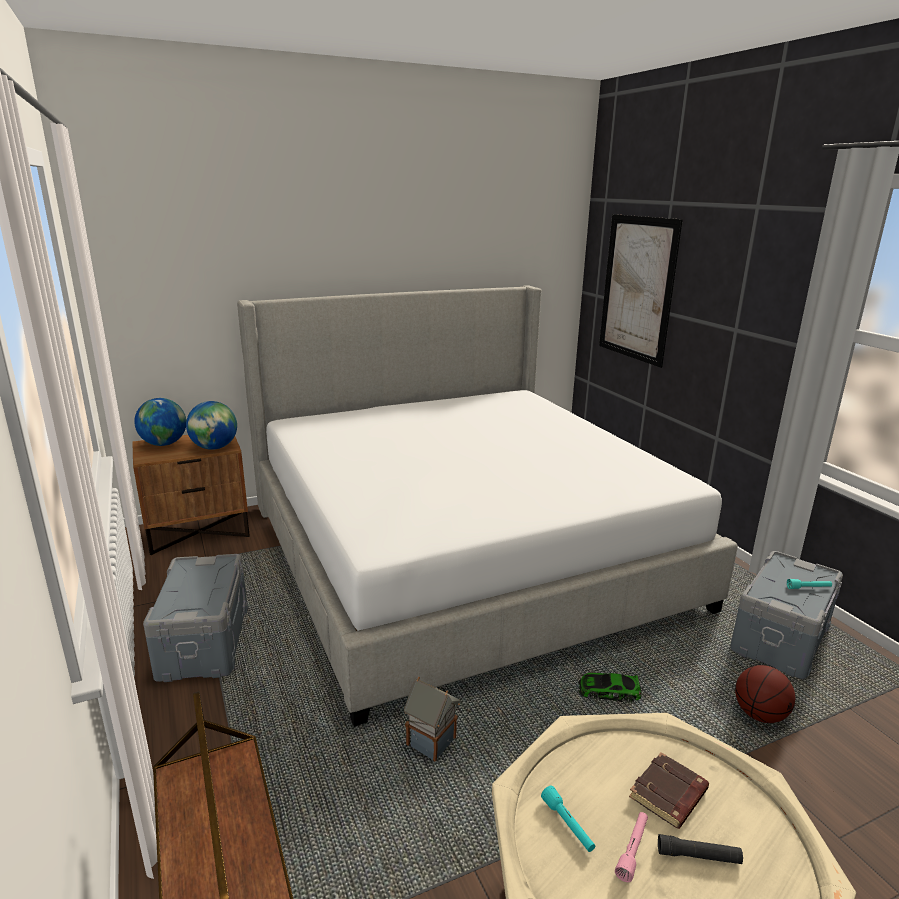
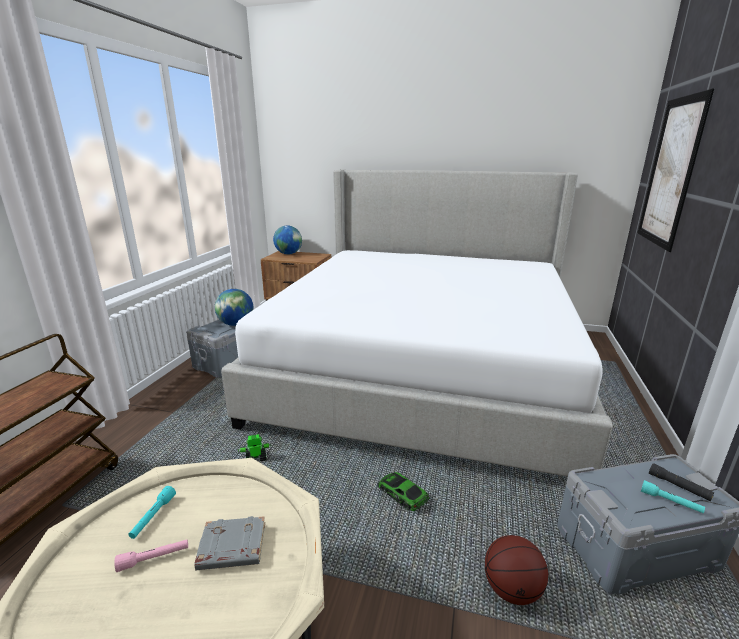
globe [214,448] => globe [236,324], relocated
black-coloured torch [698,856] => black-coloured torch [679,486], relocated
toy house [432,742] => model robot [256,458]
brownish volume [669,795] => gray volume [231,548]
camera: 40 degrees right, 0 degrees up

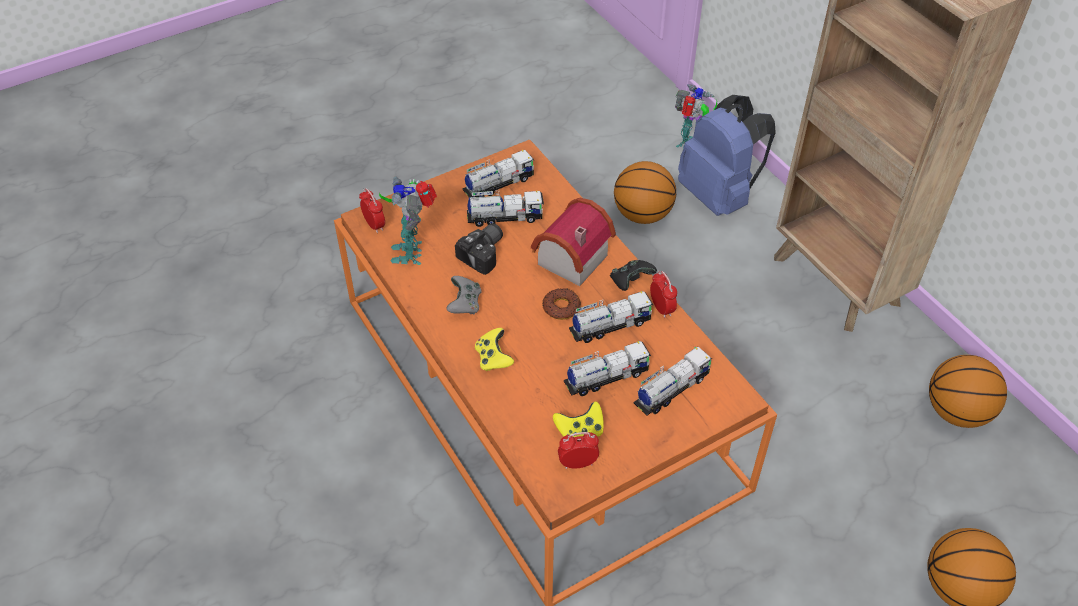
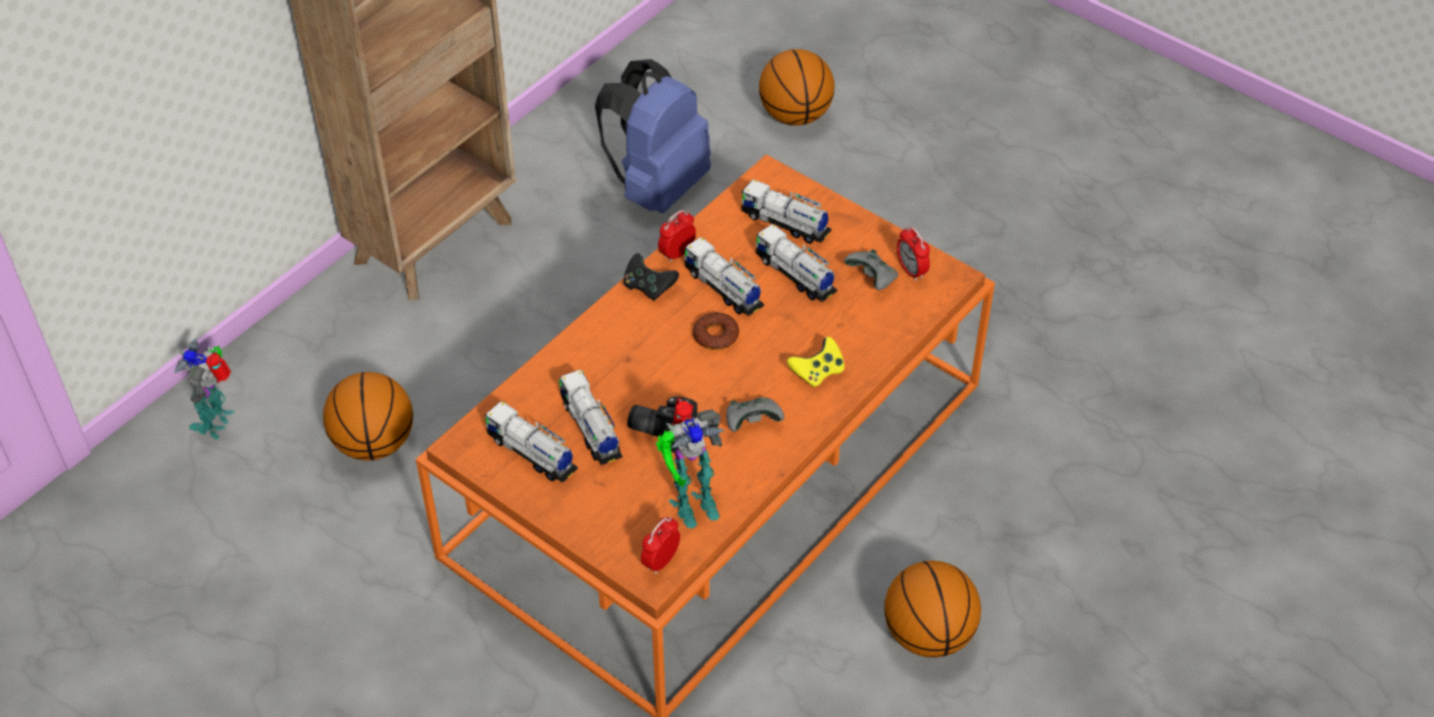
toy house [567,259] => nothing
blue rucksack [719,196] => blue rucksack [657,186], relocated
ball for basketball [956,411] => ball for basketball [928,635], relocated
yellow-coloured game controller [580,431] => gray game controller [872,279]
camera: 110 degrees left, 0 degrees up

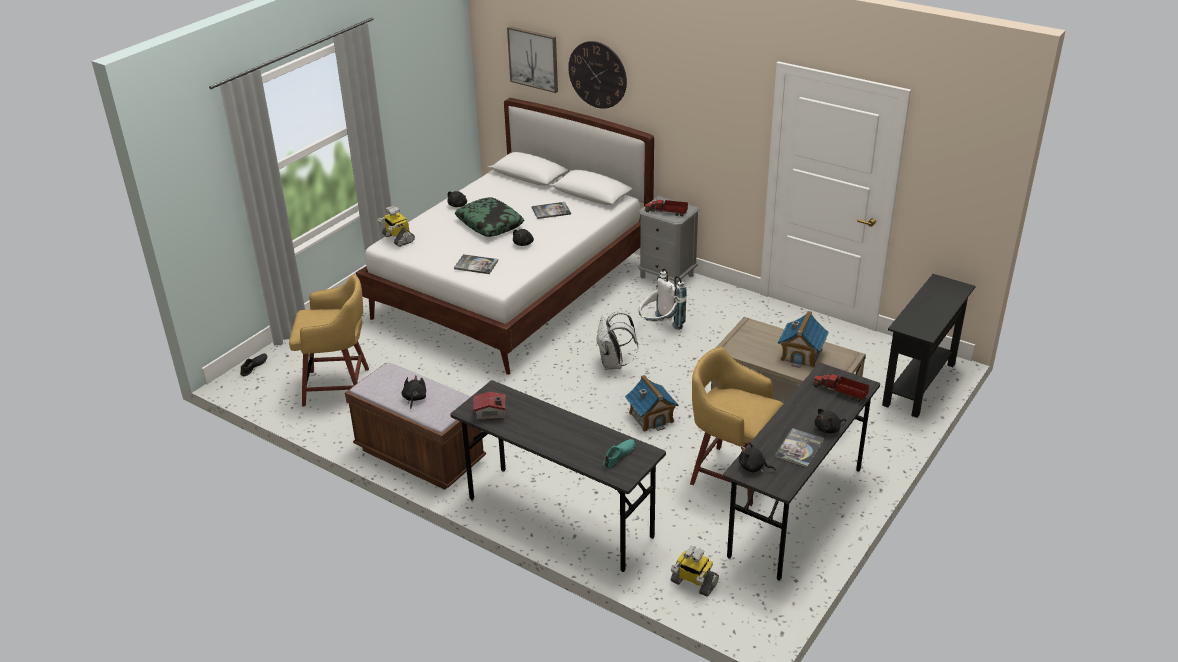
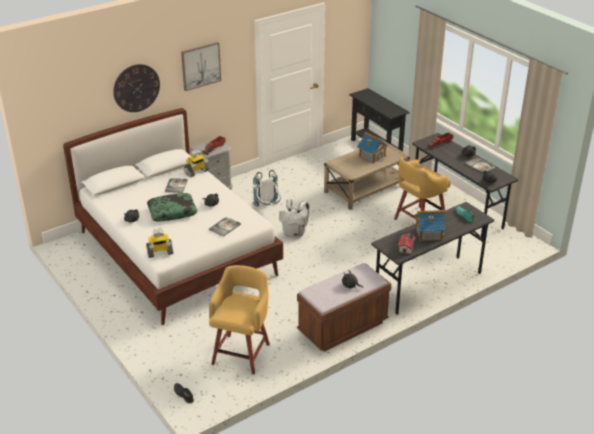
wall art [533,59] => wall art [200,66], relocated
toy house [651,417] => toy house [428,234], relocated
model robot [693,583] => model robot [196,172], relocated
camera: 70 degrees left, 0 degrees up

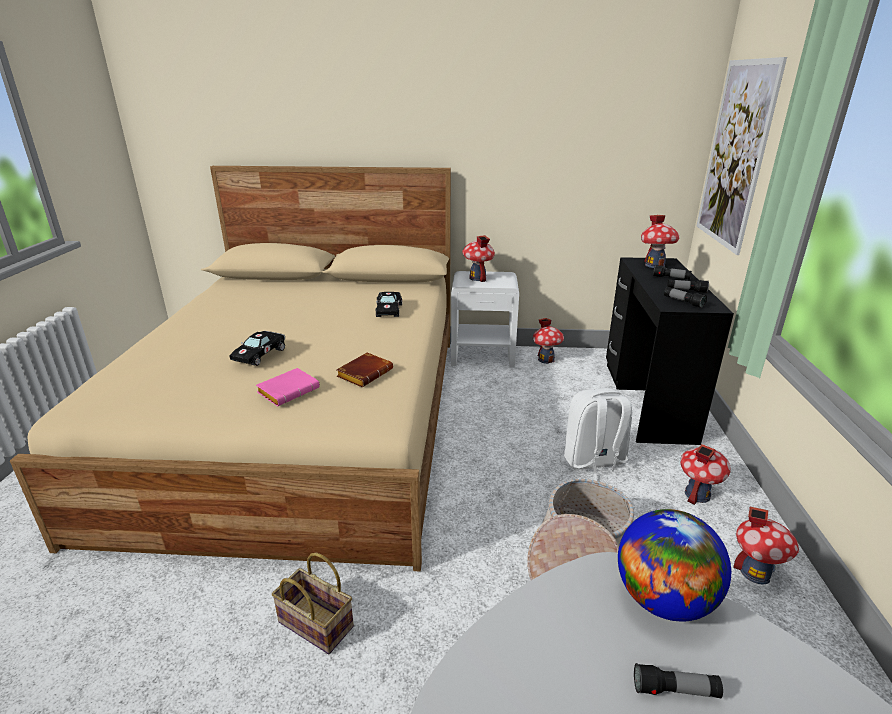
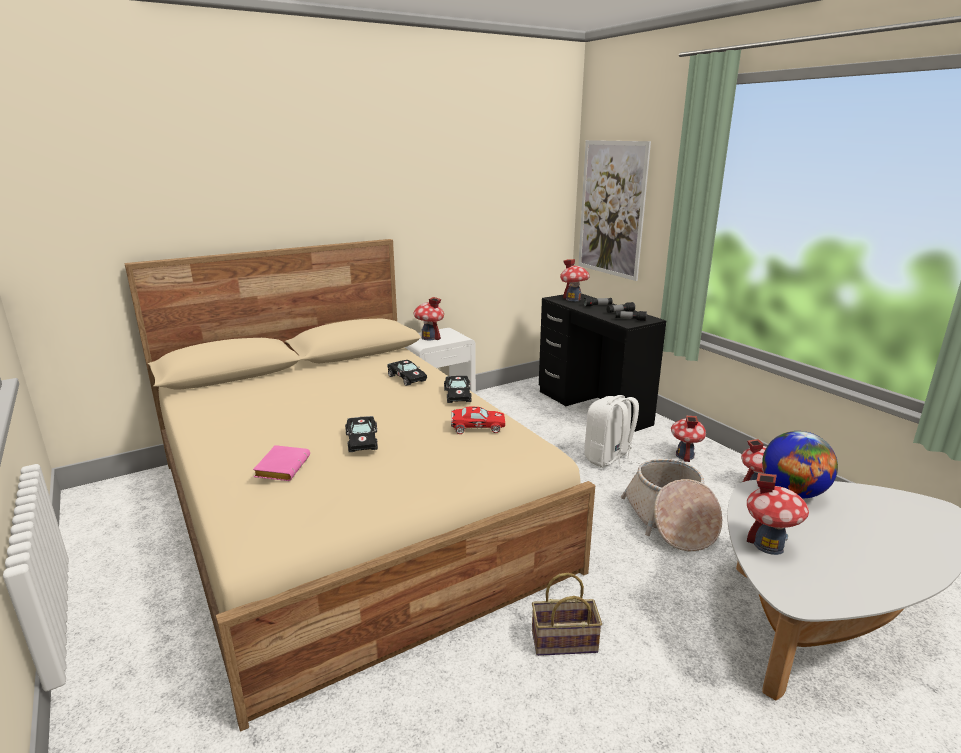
torch [675,690] => nothing
nothing => black-coloured model car [458,395]
pink volume [289,390] => pink volume [282,467], relocated
toy house [546,359] => toy house [768,545], relocated
brownish volume [365,373] => red model car [475,427]
camera: 35 degrees left, 5 degrees down

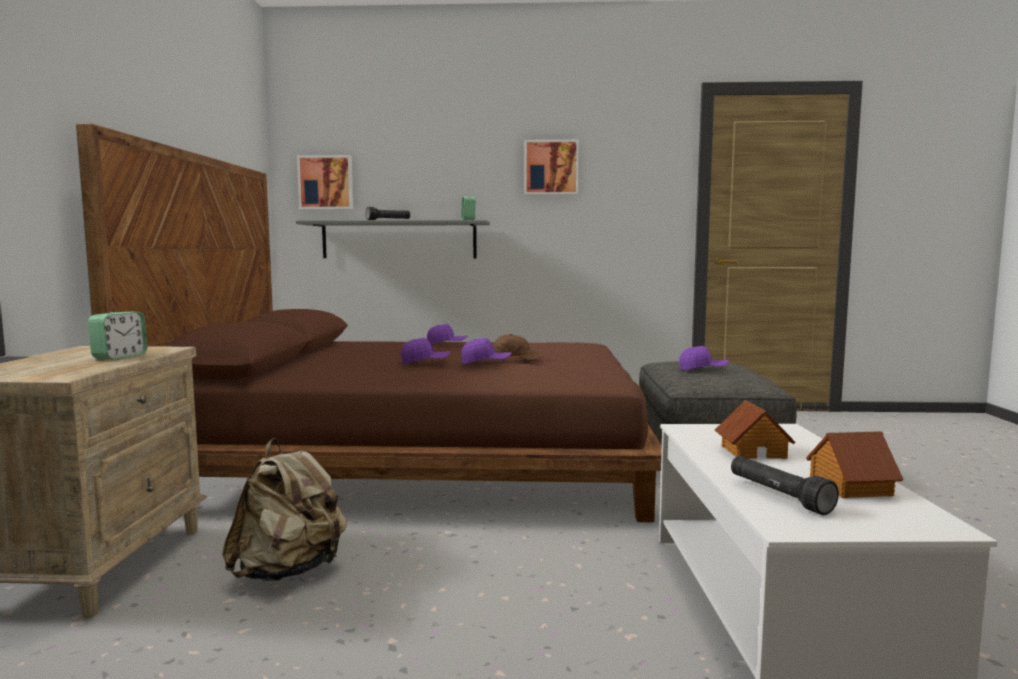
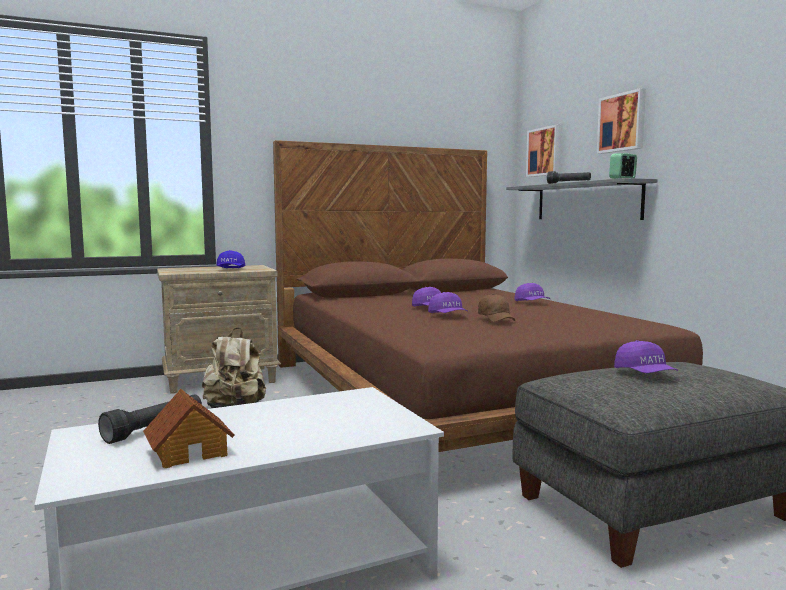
toy house [753,451] => nothing
wall art [551,168] => wall art [622,122], relocated
table clock [120,356] => blue cap [230,269]
camera: 65 degrees right, 0 degrees up

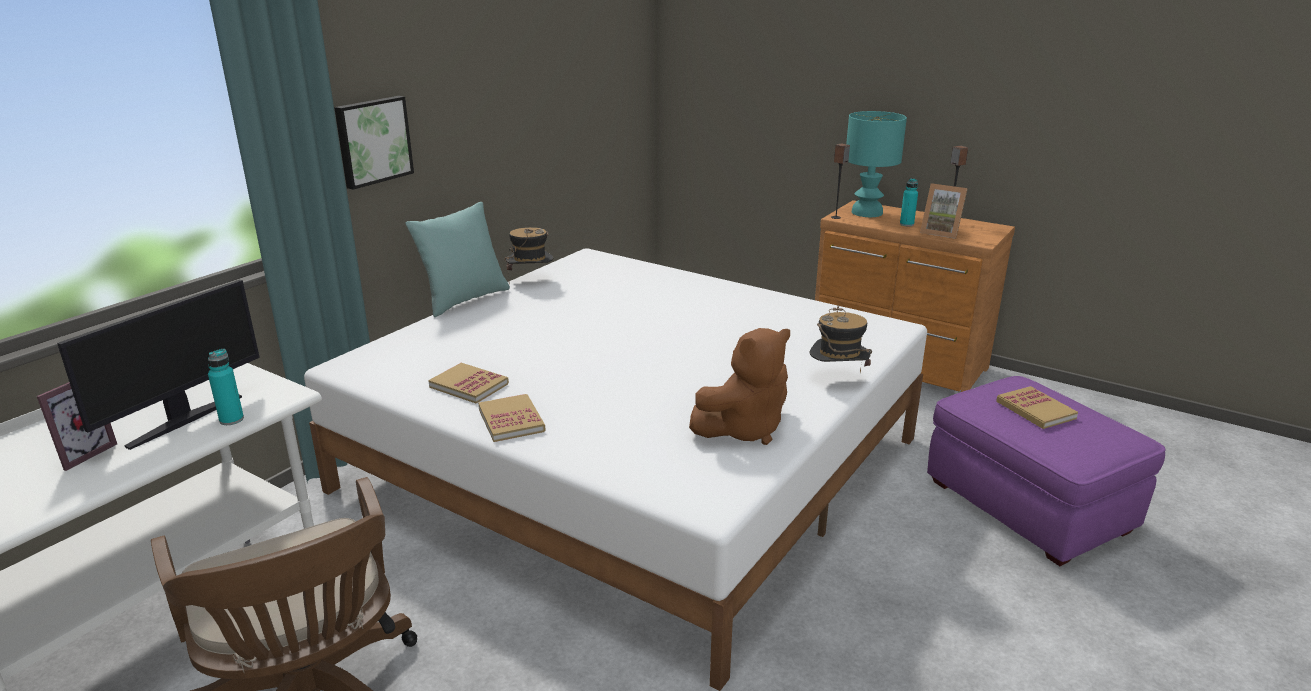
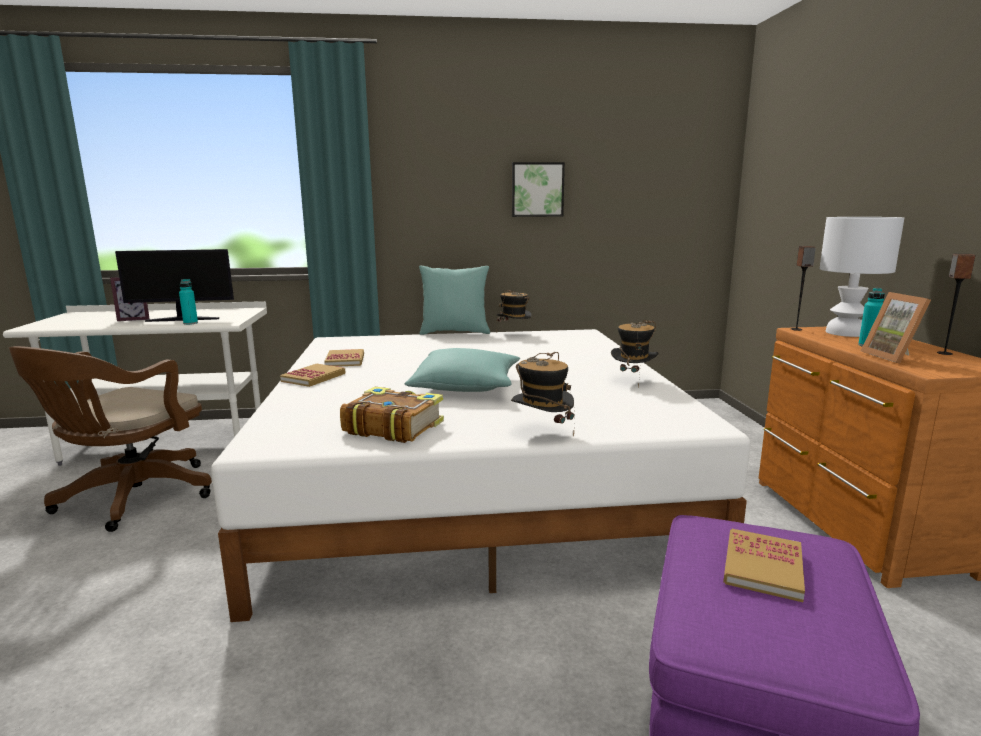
nothing => blue-green pillow [466,386]
nothing => clothing hat [633,380]
wall art [372,141] => wall art [537,189], relocated
brownish cuddly toy [743,429] => volume [392,427]
blue-green lamp for a table [867,212] => white-coloured lamp for a table [846,333]
camera: 50 degrees right, 10 degrees down

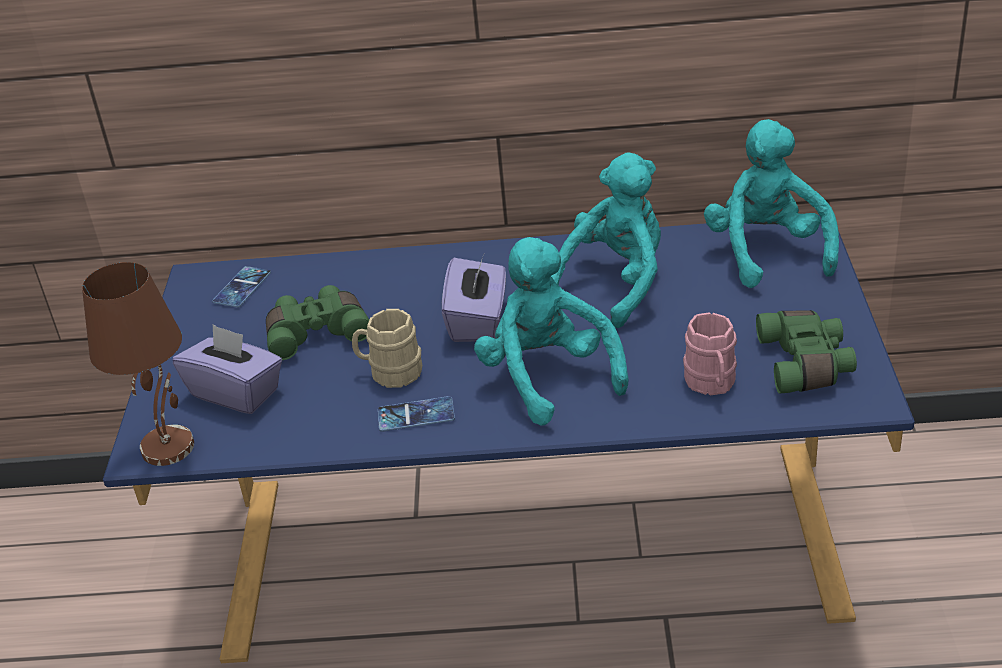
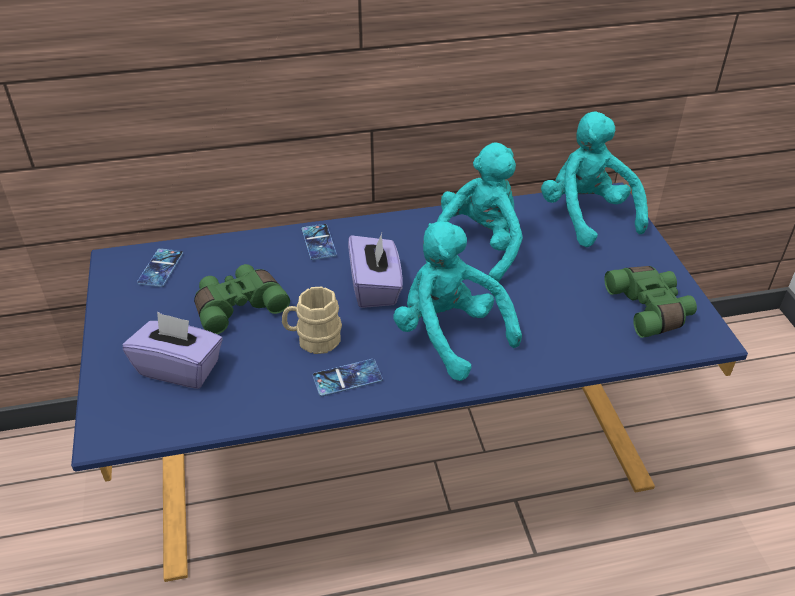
brownish lamp for a table [168,446] => nothing
pink coffee mug [711,384] => nothing
nothing => phone [318,242]
camera: 15 degrees left, 5 degrees up

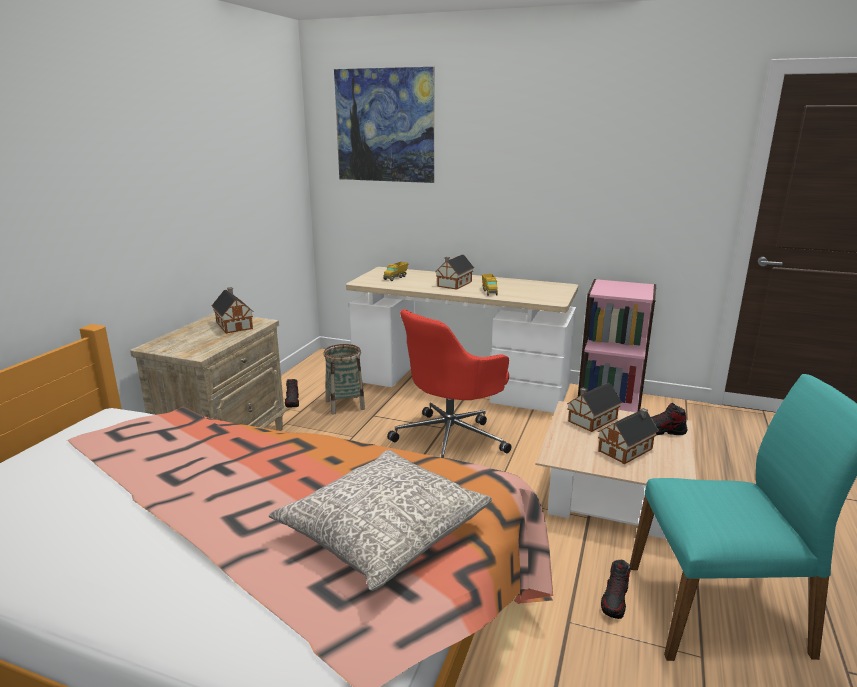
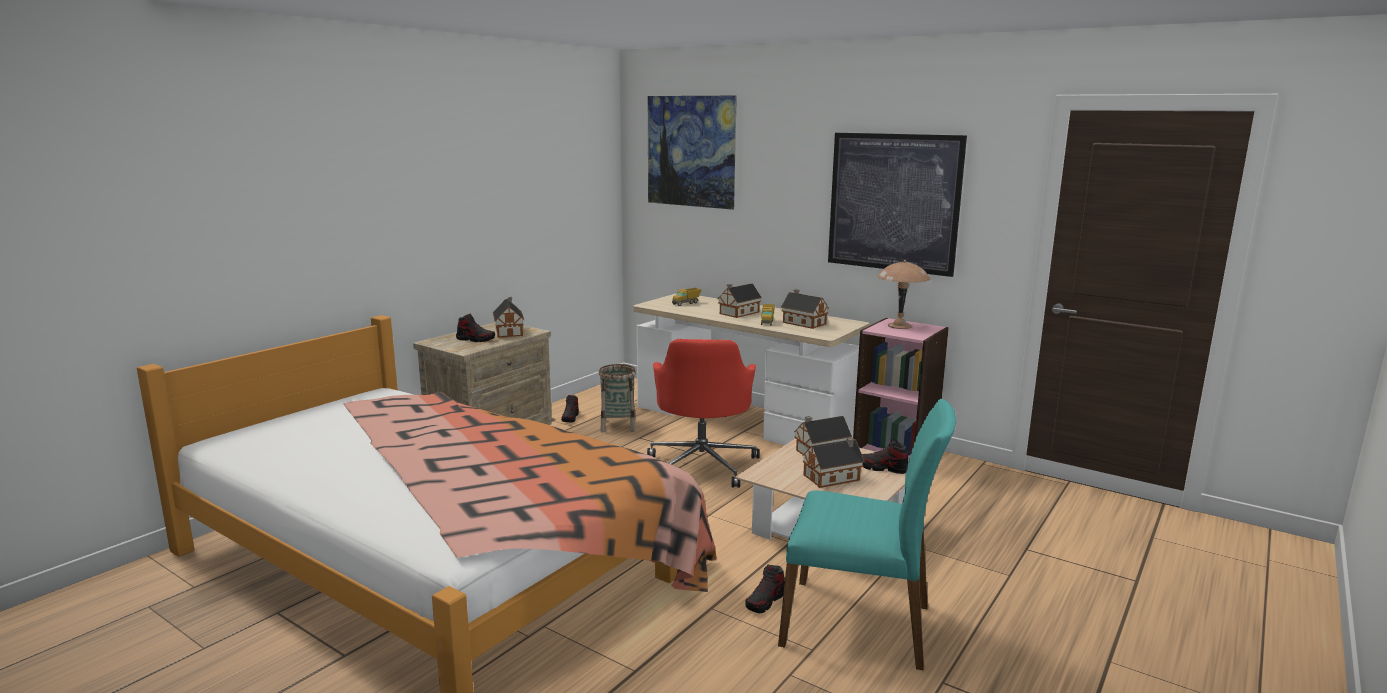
gray pillow [383,531] => nothing
nothing => shoe [475,339]
nothing => toy house [803,323]
nothing => wall art [893,202]
nothing => brownish lamp for a table [900,326]
red office chair [451,439] => red office chair [702,465], 60 degrees counterclockwise
camera: 15 degrees right, 5 degrees down

